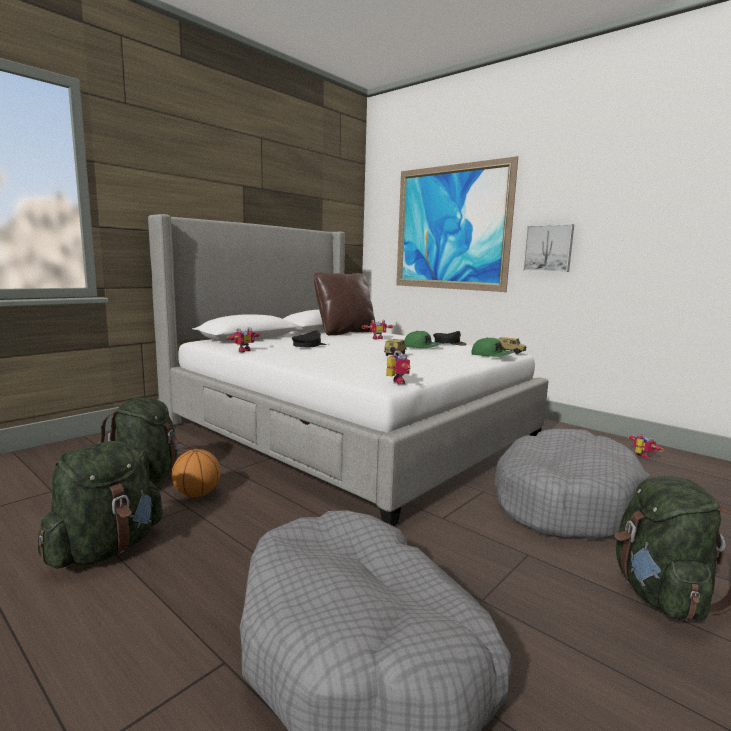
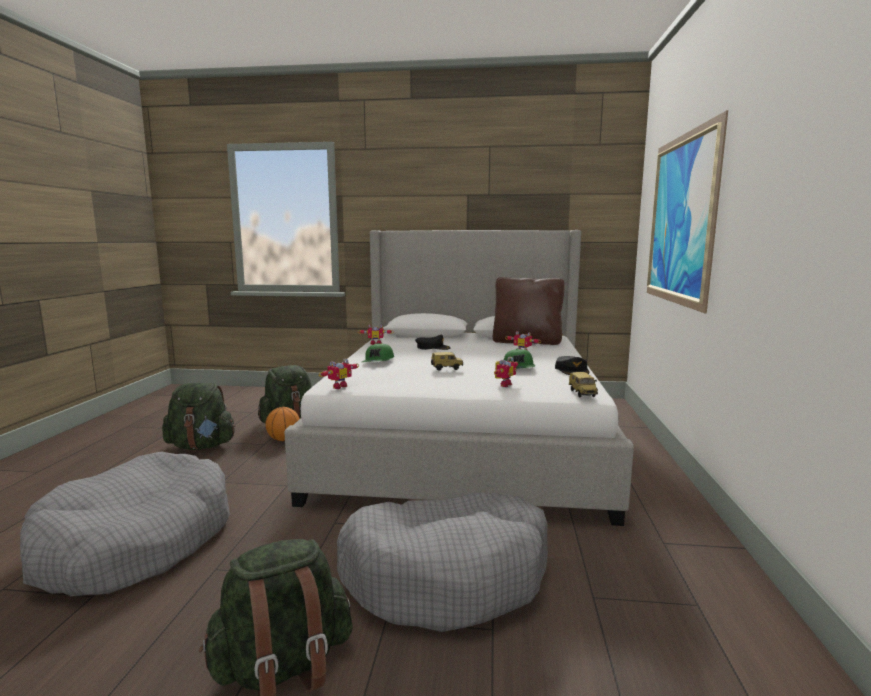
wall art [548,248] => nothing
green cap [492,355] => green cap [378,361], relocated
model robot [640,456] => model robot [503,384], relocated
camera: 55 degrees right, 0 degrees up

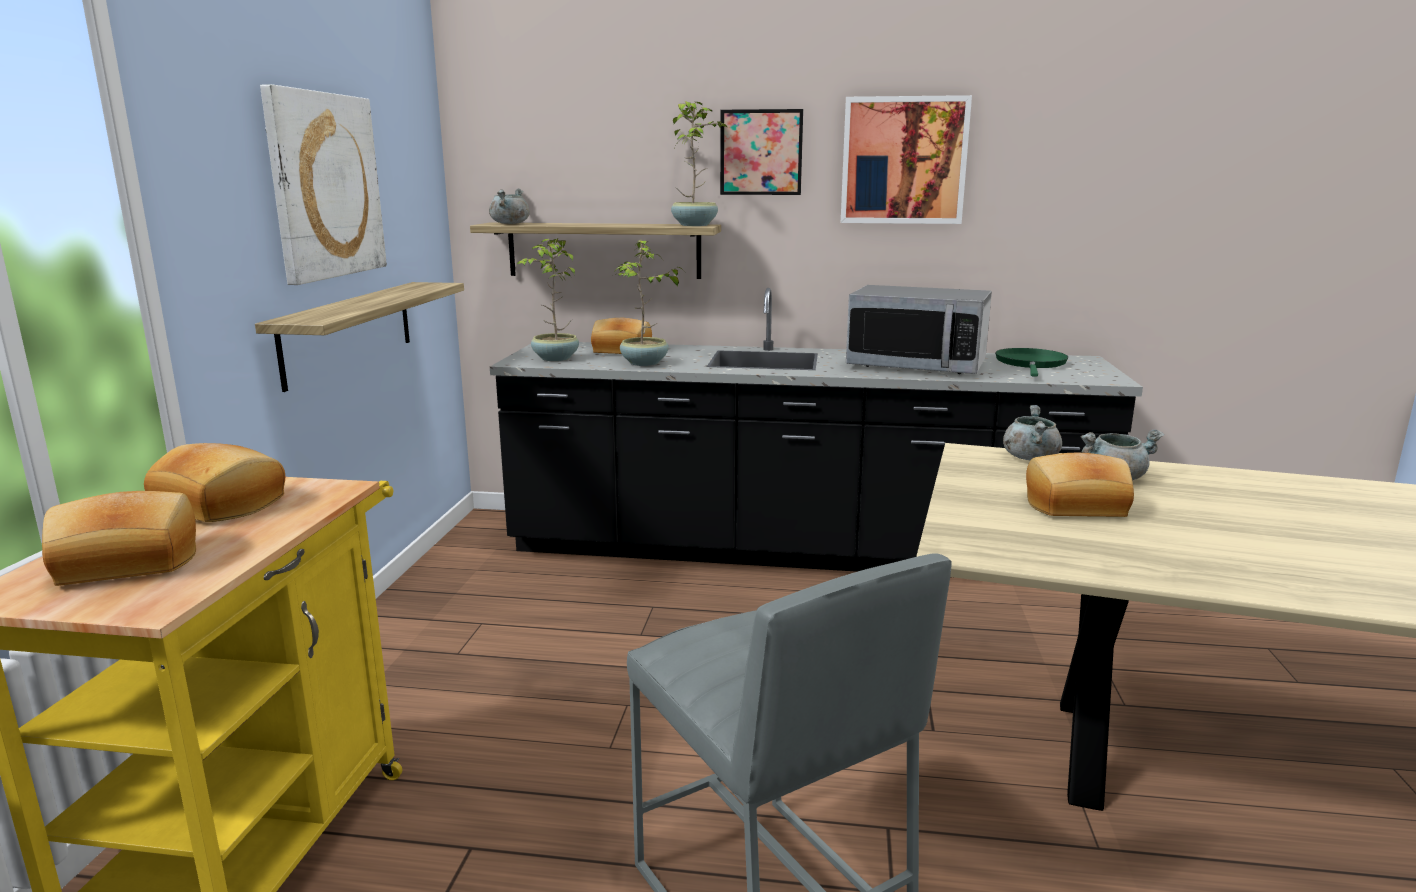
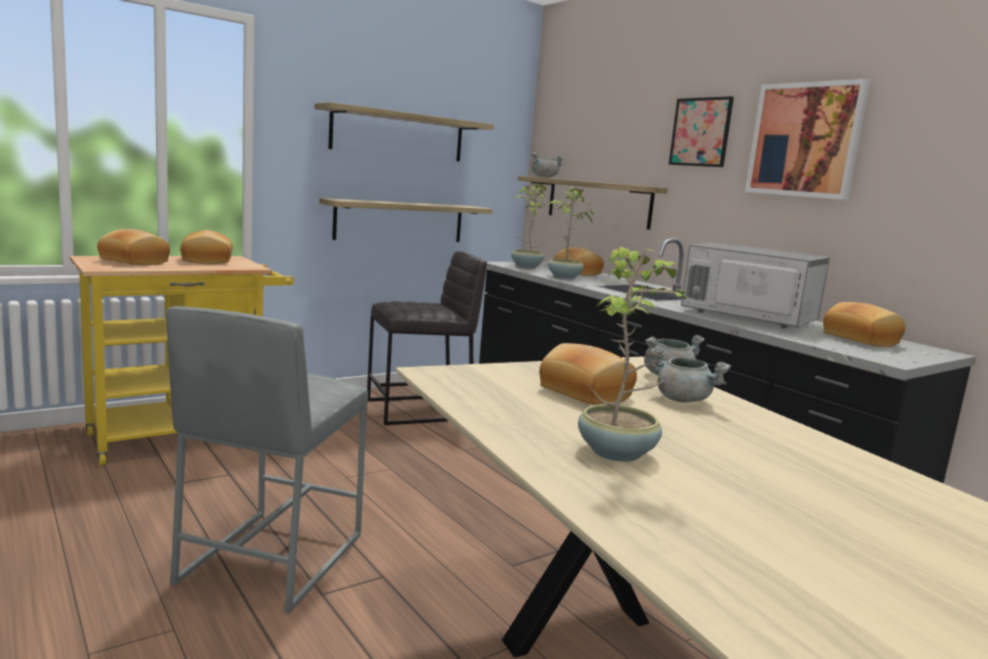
nothing => gray stool seat [420,410]
plant in a pot [695,225] => plant in a pot [618,452], relocated
wall art [325,186] => shelf [398,135]
green pan [1031,364] => bread [861,340]
microwave oven [916,365] => microwave oven [747,317], 150 degrees clockwise
camera: 45 degrees right, 5 degrees down

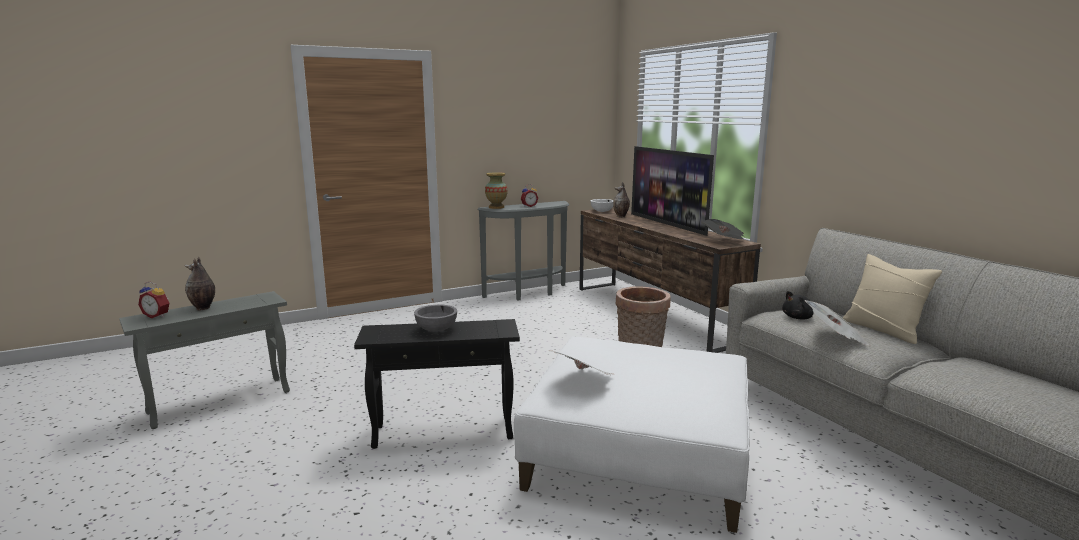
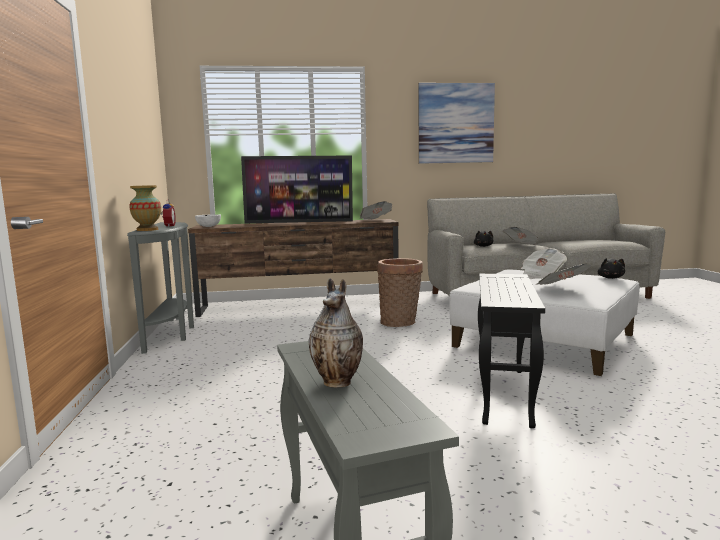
table clock [157,316] => nothing
gray bowl [436,329] => nothing
flower vase [621,216] => nothing
beige pillow [883,330] => nothing
nothing => wall art [455,123]
nothing => daily paper [540,276]
nothing => black-coloured cuddly toy [610,278]
camera: 70 degrees left, 5 degrees down

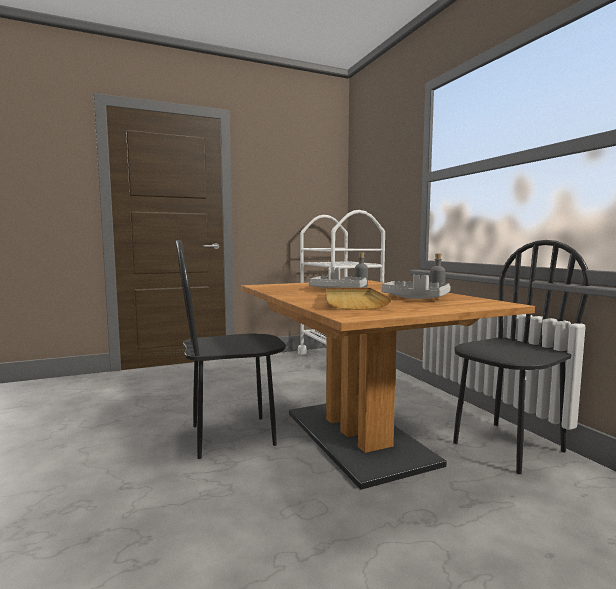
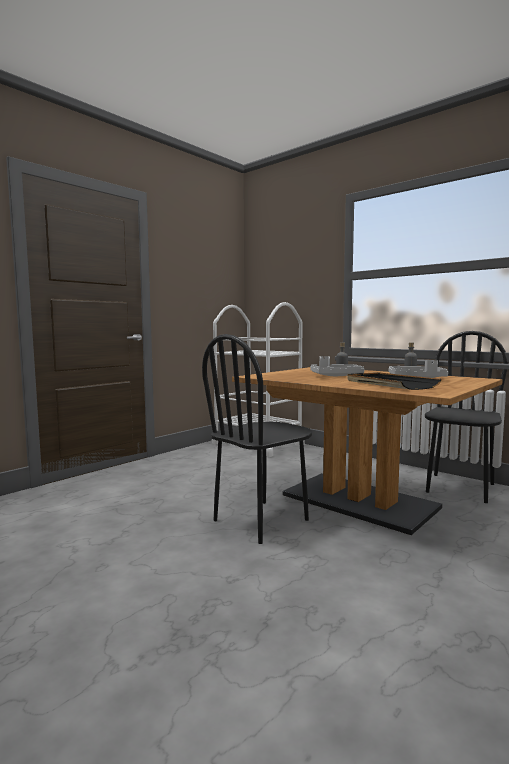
beige tray [352,301] => black-coloured tray [389,384]
camera: 25 degrees left, 0 degrees up

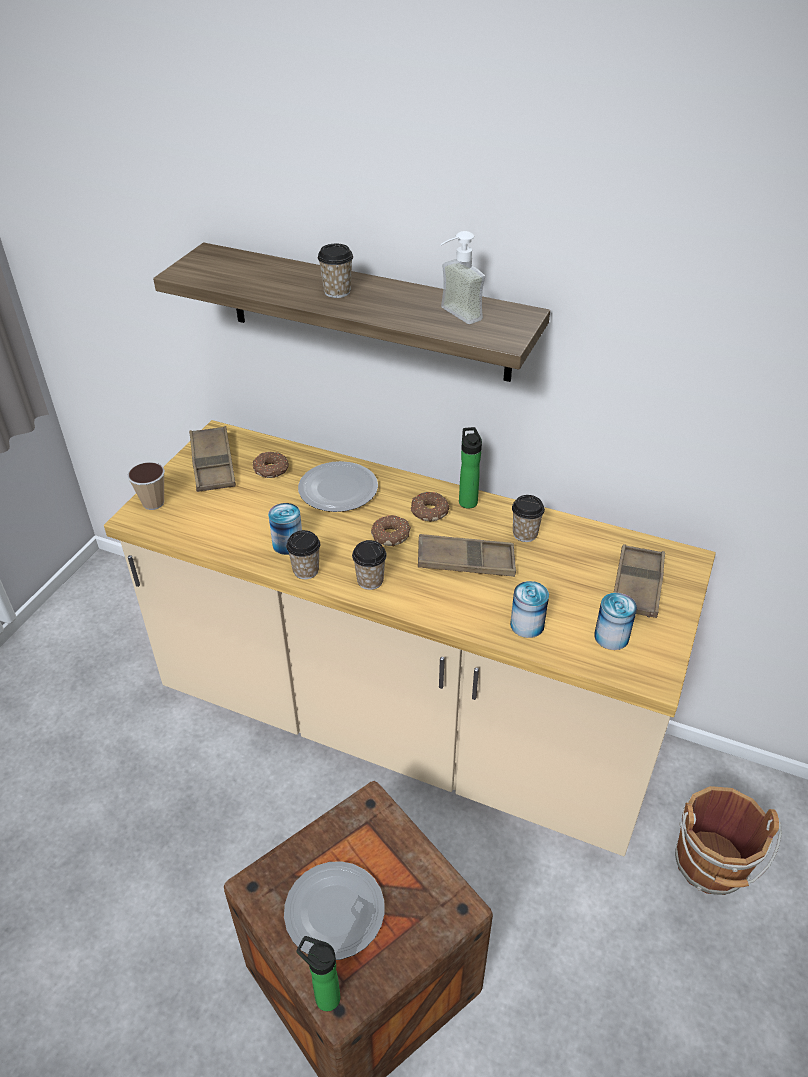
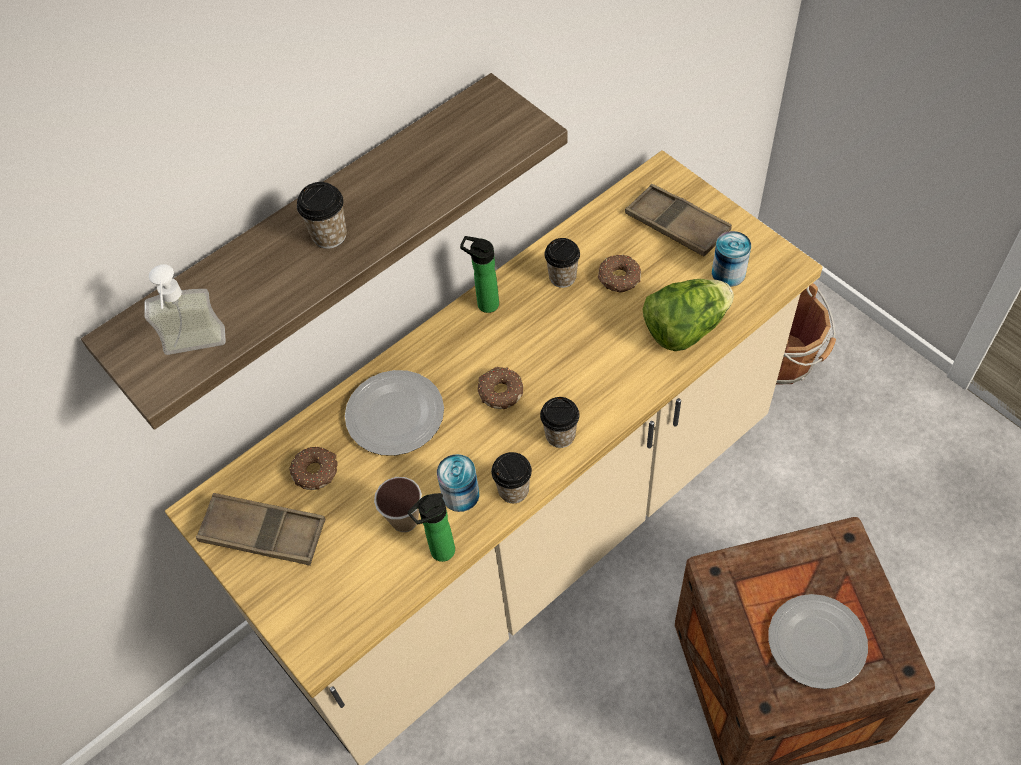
brownish tray [465,561] => nothing
drinking cup [153,503] => drinking cup [404,520], relocated
beverage bottle [324,996] => beverage bottle [439,553], relocated
donut [428,511] => donut [619,279], relocated
liquid soap bottle [453,316] => liquid soap bottle [195,351], relocated
metal can [527,625] => lettuce head [685,328]
camera: 60 degrees left, 15 degrees up

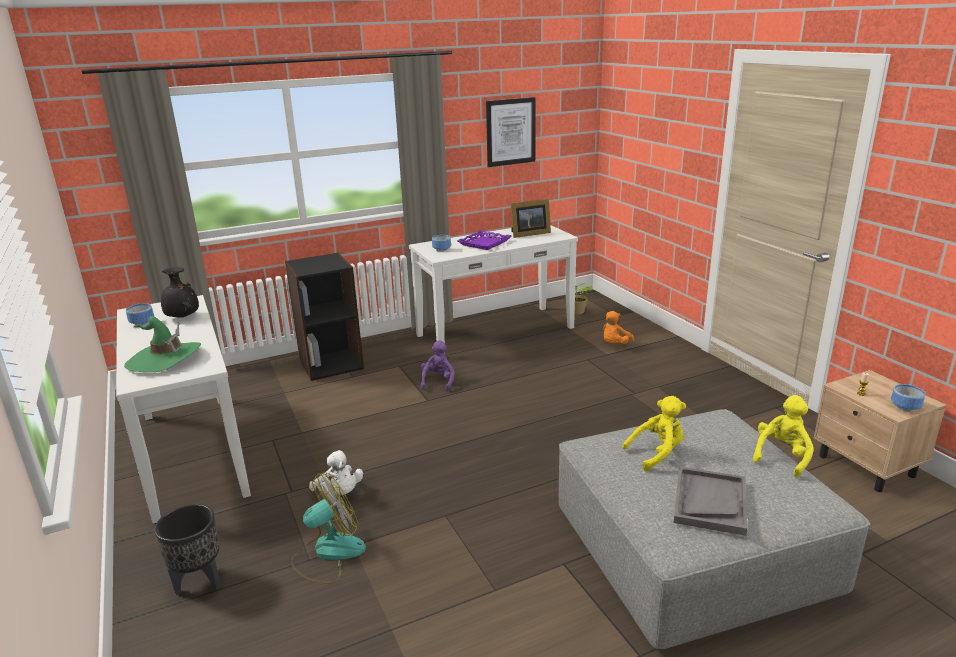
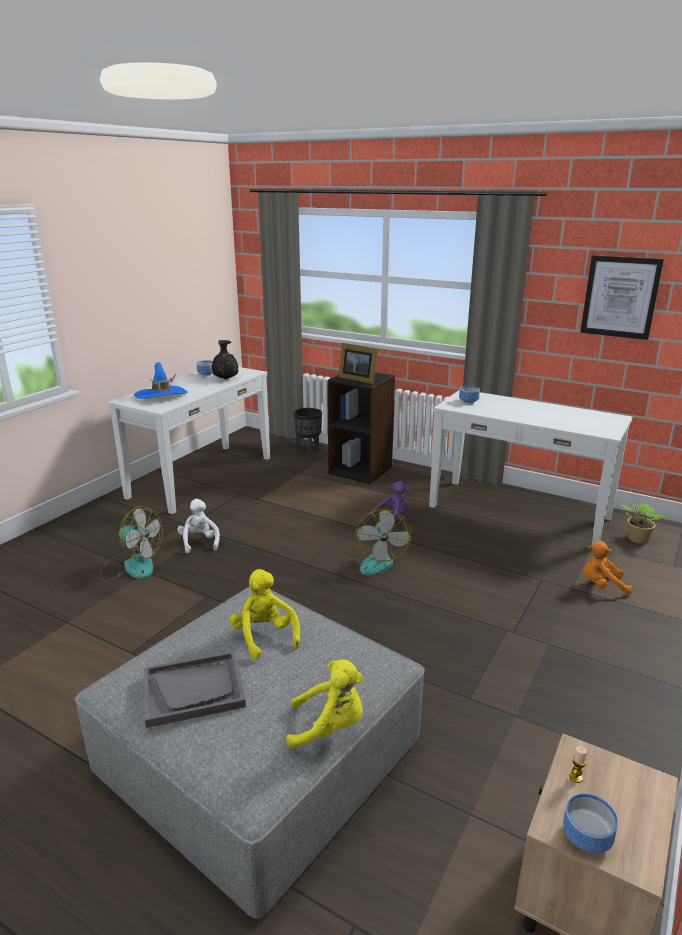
purple tray [485,243] => nothing
nothing => cooling fan [375,560]
black-coloured planter [200,581] => black-coloured planter [308,449], relocated
standing frame [528,234] => standing frame [357,379], relocated
green clothing hat [164,359] => blue clothing hat [161,395]
white-coloured cuddly toy [339,493] => white-coloured cuddly toy [199,542], 150 degrees clockwise
yellow-coloured cuddly toy [657,453] => yellow-coloured cuddly toy [265,636], 150 degrees counterclockwise
camera: 55 degrees right, 0 degrees up

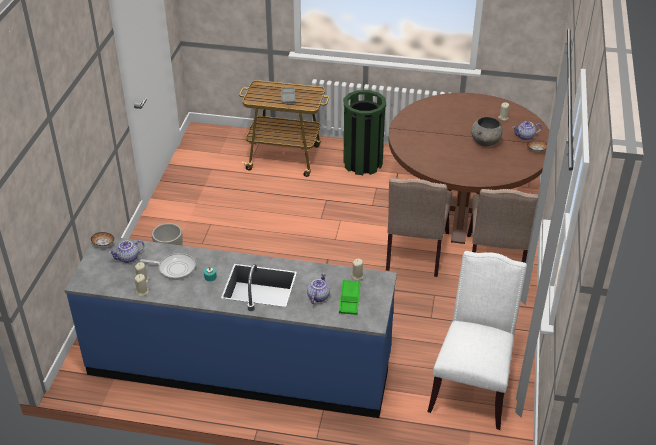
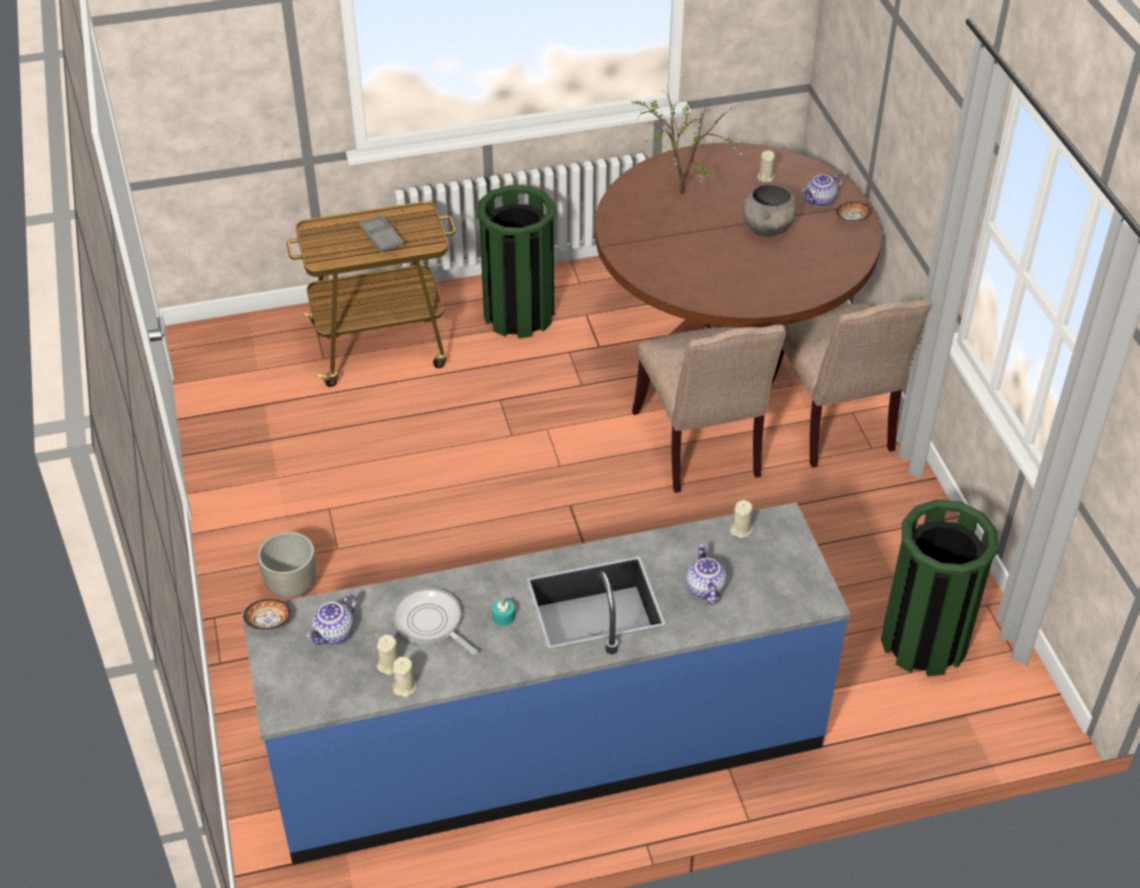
green tray [349,299] => nothing
nothing => plant in a pot [679,195]
white-coloured upright chair [472,386] => green trash can [924,641]
pan [174,268] => pan [430,623], 120 degrees counterclockwise
camera: 25 degrees left, 5 degrees up

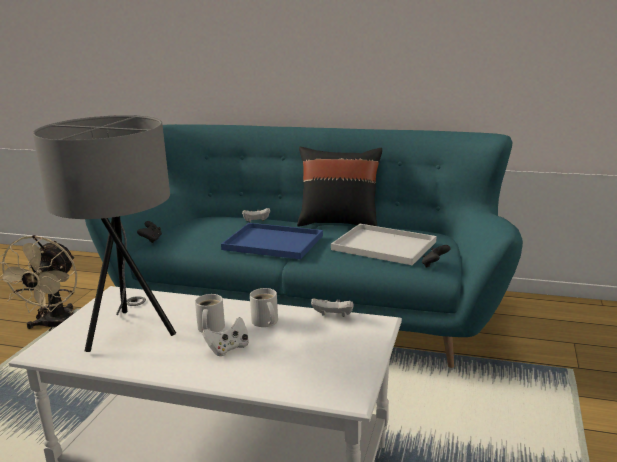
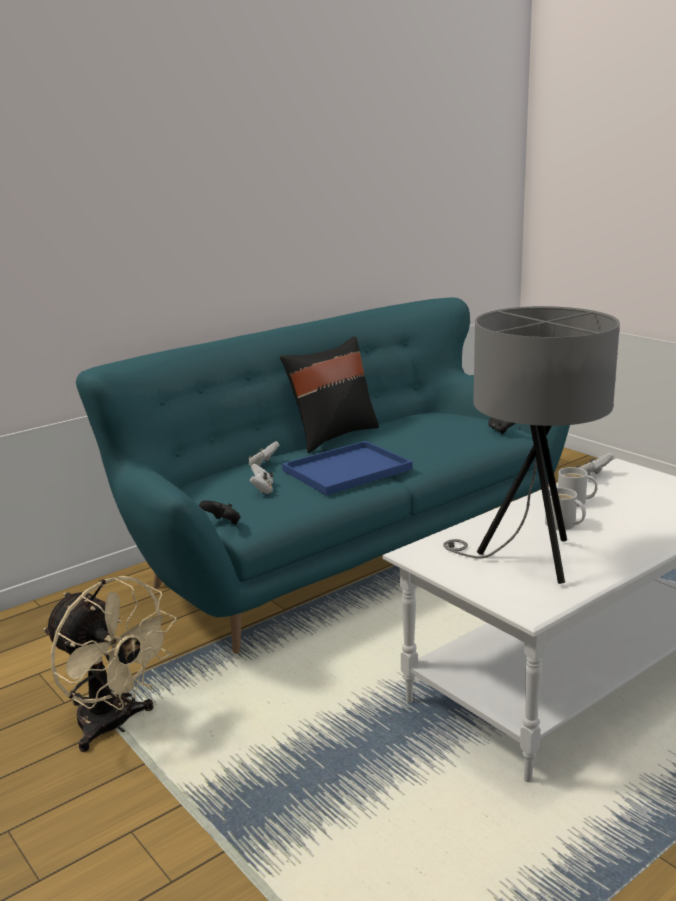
white-coloured tray [386,246] => nothing
white-coloured game controller [228,348] => white-coloured game controller [262,489], relocated
camera: 55 degrees left, 0 degrees up

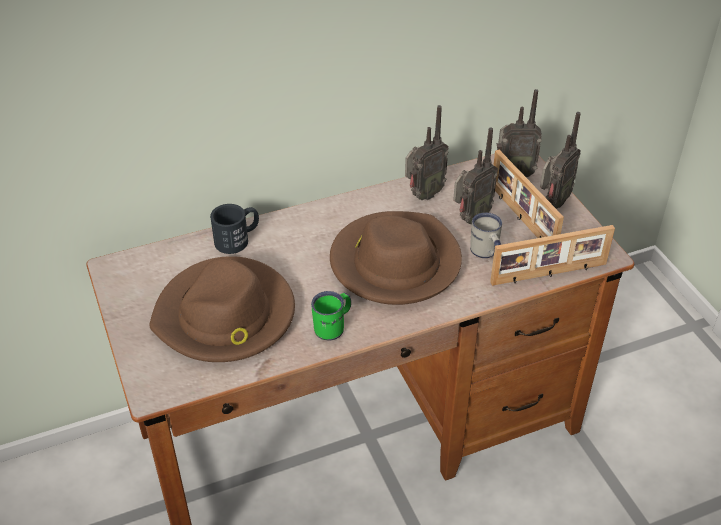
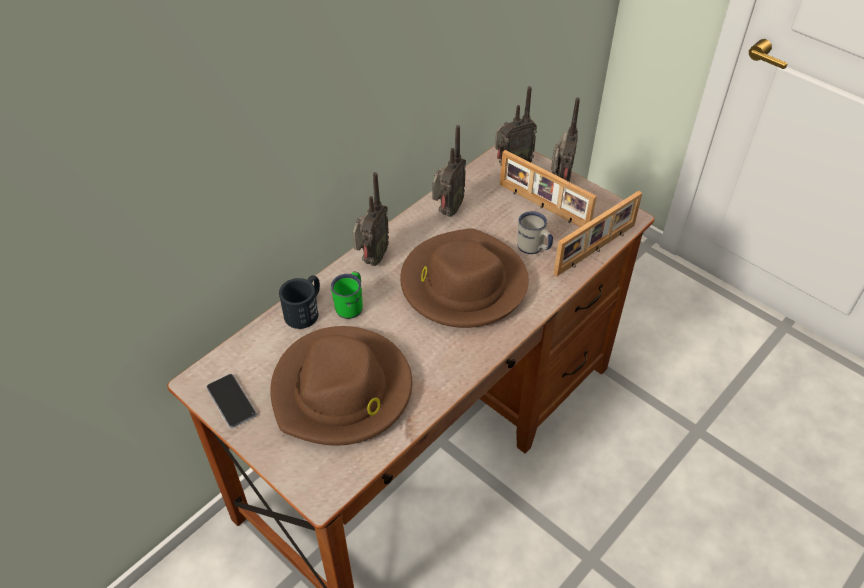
nothing => phone [231,401]
green coffee mug [333,327] => green coffee mug [351,305], relocated
radio receiver [470,218] => radio receiver [371,259], relocated
camera: 25 degrees left, 5 degrees up

